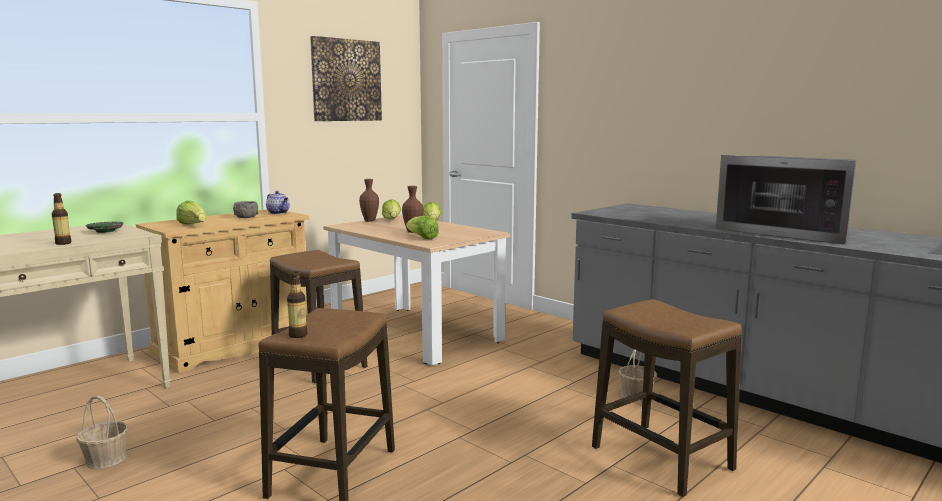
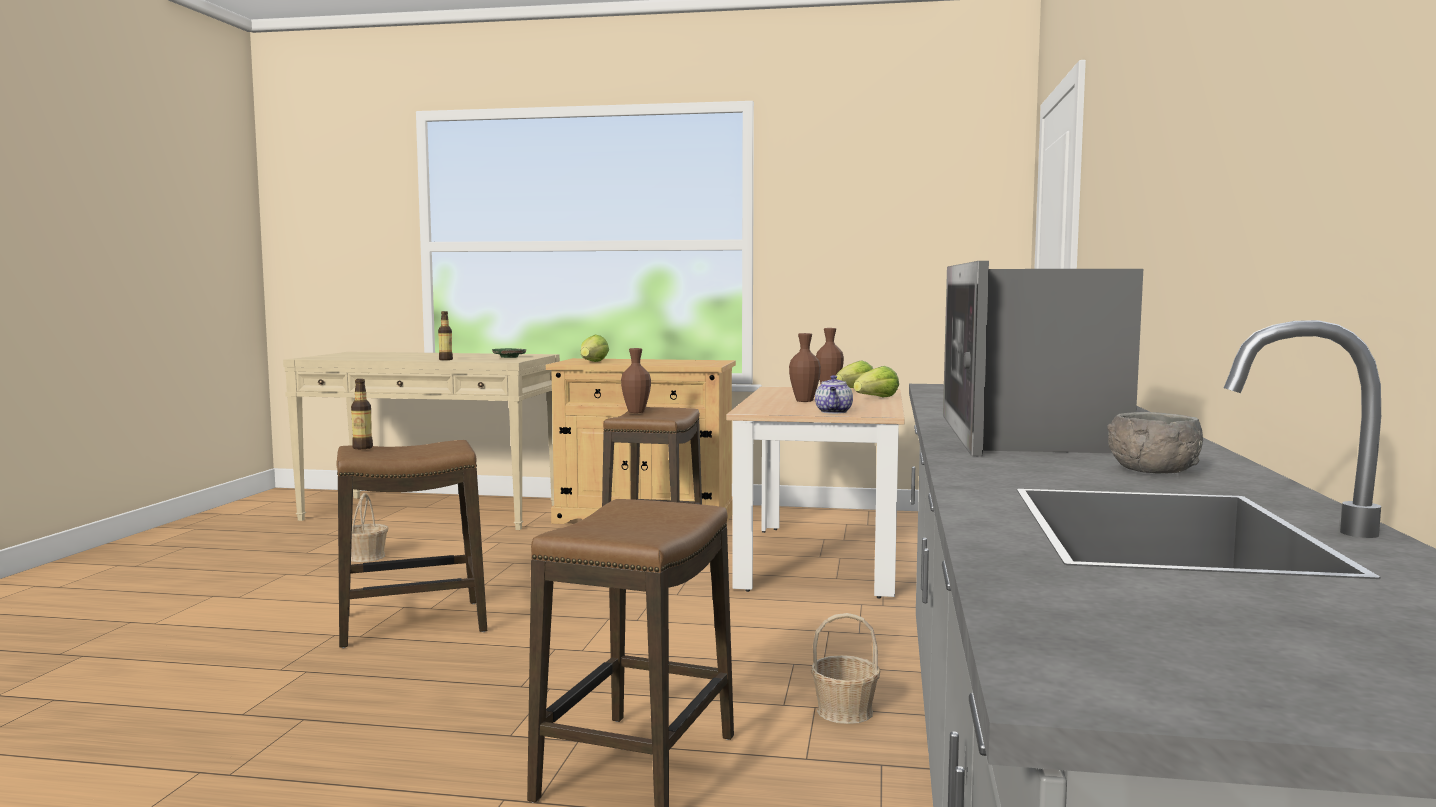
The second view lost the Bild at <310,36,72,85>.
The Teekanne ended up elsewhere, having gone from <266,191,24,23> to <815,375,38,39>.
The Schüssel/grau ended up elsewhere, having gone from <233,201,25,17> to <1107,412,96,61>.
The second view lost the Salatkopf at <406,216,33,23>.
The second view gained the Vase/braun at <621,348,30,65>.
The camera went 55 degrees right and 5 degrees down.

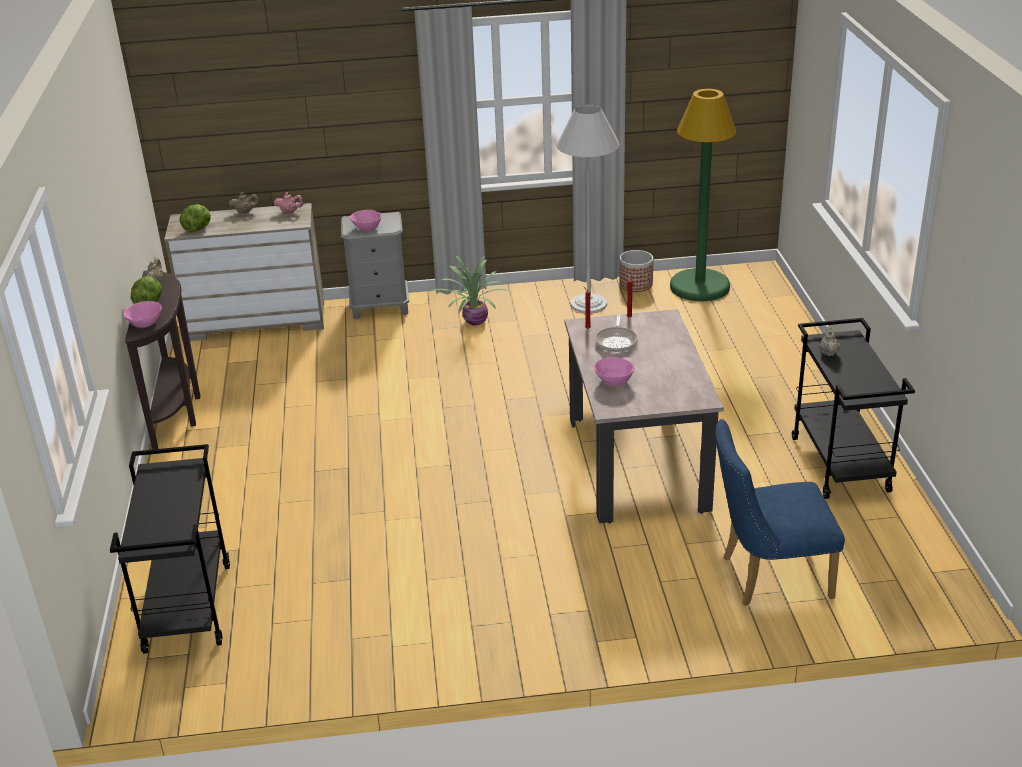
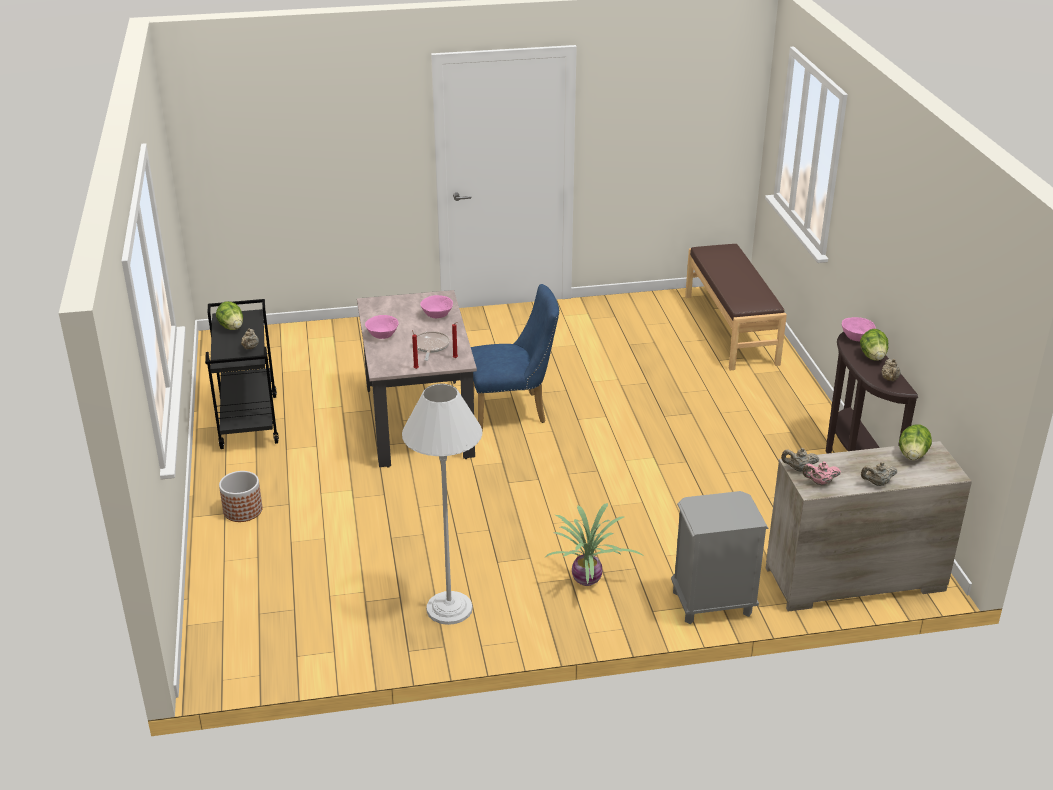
The second view lost the Stehlampe/grün at <670,89,66,212>.
The Schüssel/rosa ended up elsewhere, having gone from <350,210,32,21> to <365,315,33,24>.
The Pflanzkübel ended up elsewhere, having gone from <619,250,34,42> to <219,471,43,51>.
The Stuhl/blau ended up elsewhere, having gone from <715,419,130,187> to <471,284,88,147>.
Where the Rollwagen/schwarz stood at <110,444,120,210>, the Bank/braun came to stand at <685,244,102,126>.
The second view gained the Salatkopf at <216,301,27,29>.
The second view gained the Teekanne/beige at <781,448,38,24>.
The camera went 175 degrees right and 0 degrees up.

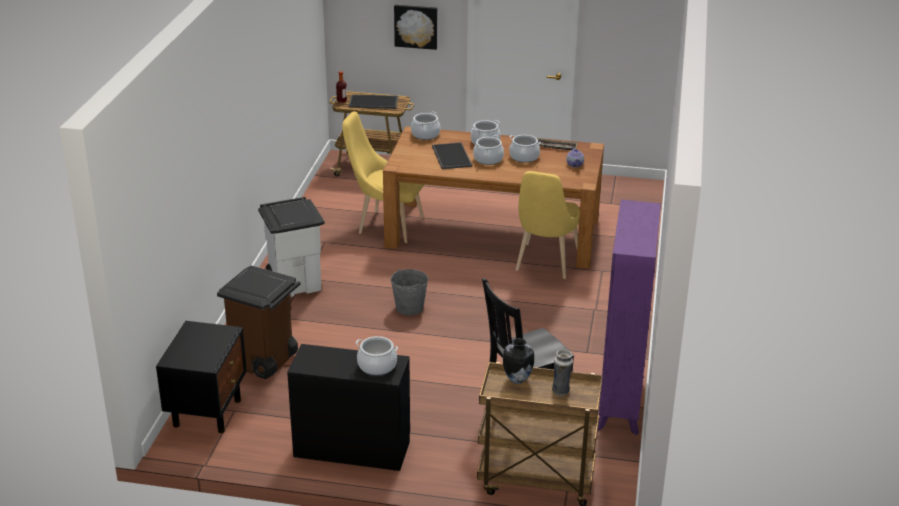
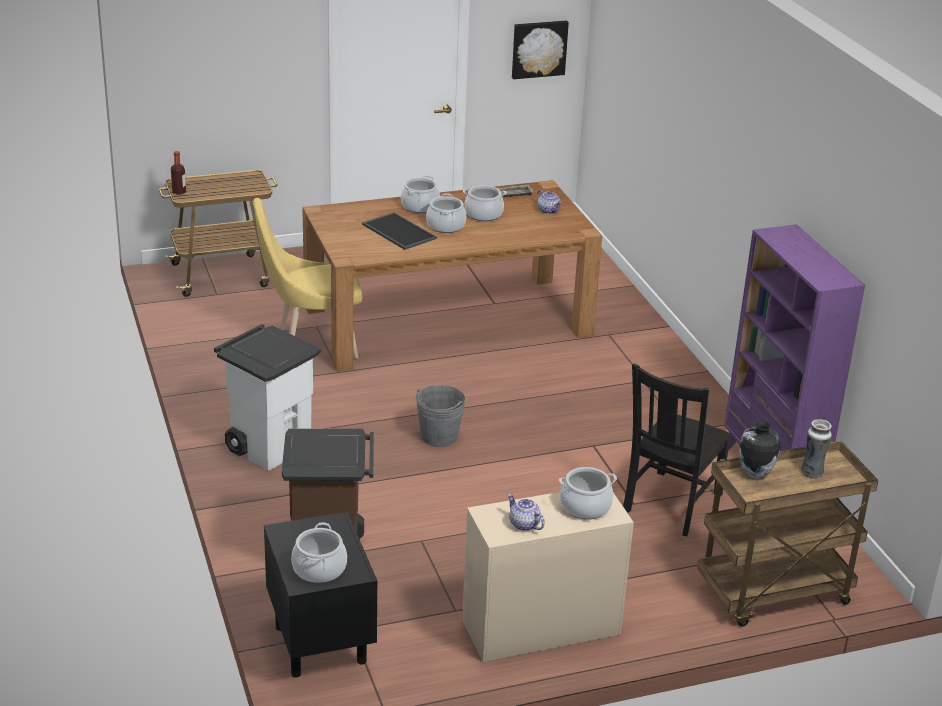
The Bild ended up elsewhere, having gone from <394,4,43,46> to <512,21,57,58>.
The second view lost the Tablett at <349,94,49,15>.
The Kochtopf ended up elsewhere, having gone from <411,112,29,28> to <291,523,56,60>.
The second view lost the Stuhl/gelb at <516,171,64,108>.
What was the Kommode/schwarz at <287,344,123,127> turned into the Kommode/beige at <463,492,171,170>.
The second view gained the Teekanne at <507,494,38,37>.
The camera went 30 degrees left and 0 degrees up.

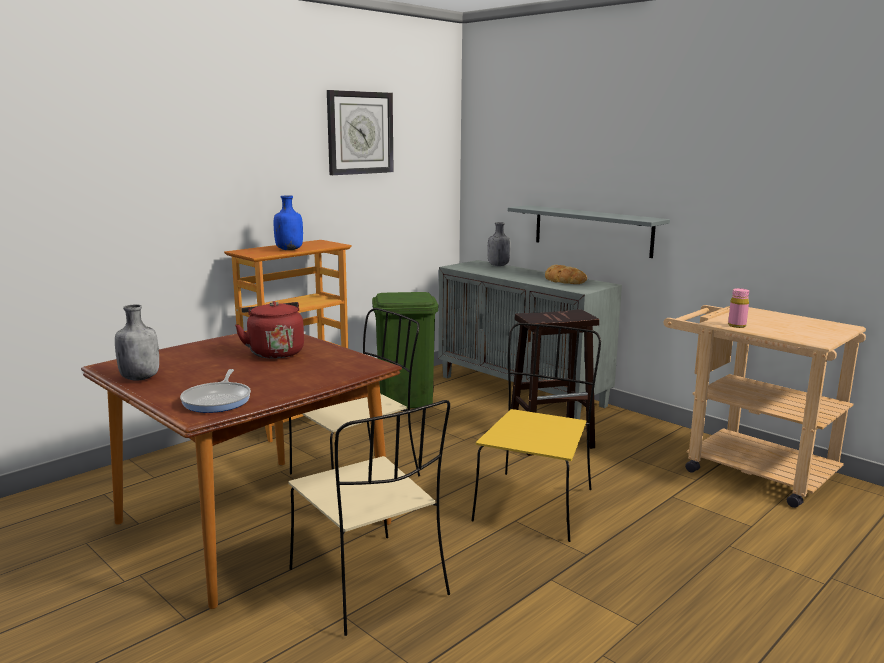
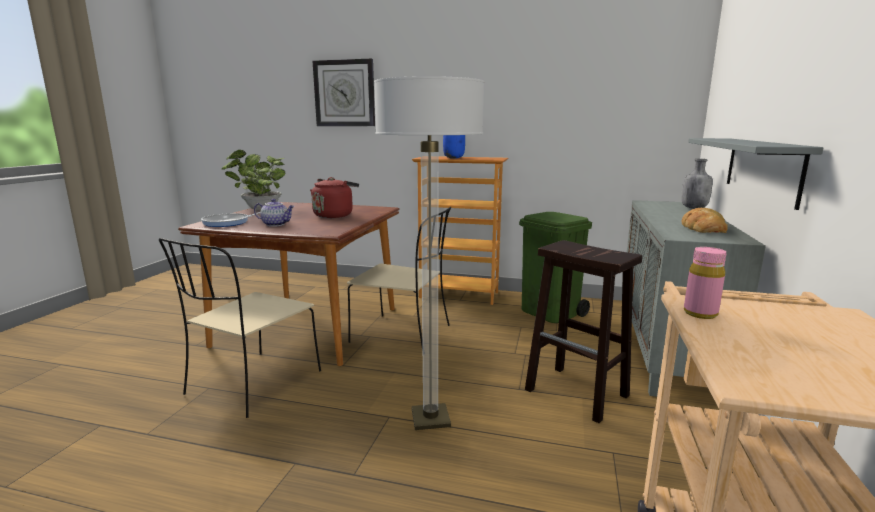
The Wanduhr ended up elsewhere, having gone from <327,90,67,85> to <313,59,62,67>.
Where the Flasche/grau stood at <115,304,44,76>, the Topfpflanze came to stand at <221,150,65,60>.
Where the Stuhl/gelb stood at <471,323,130,219>, the Stehlampe came to stand at <374,76,110,354>.
The second view gained the Teekanne at <254,199,41,28>.
The camera went 60 degrees right and 0 degrees up.

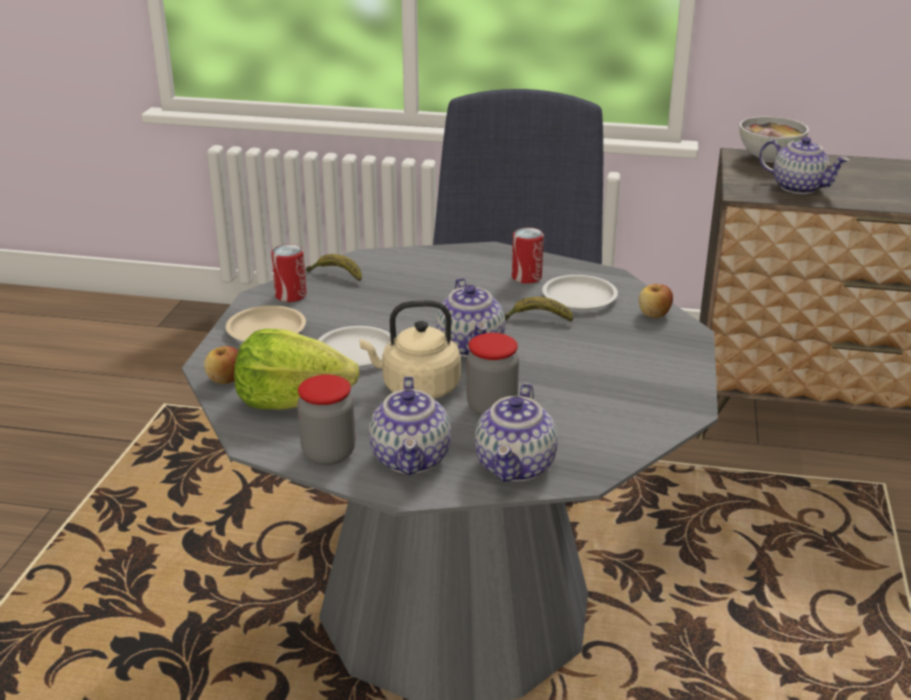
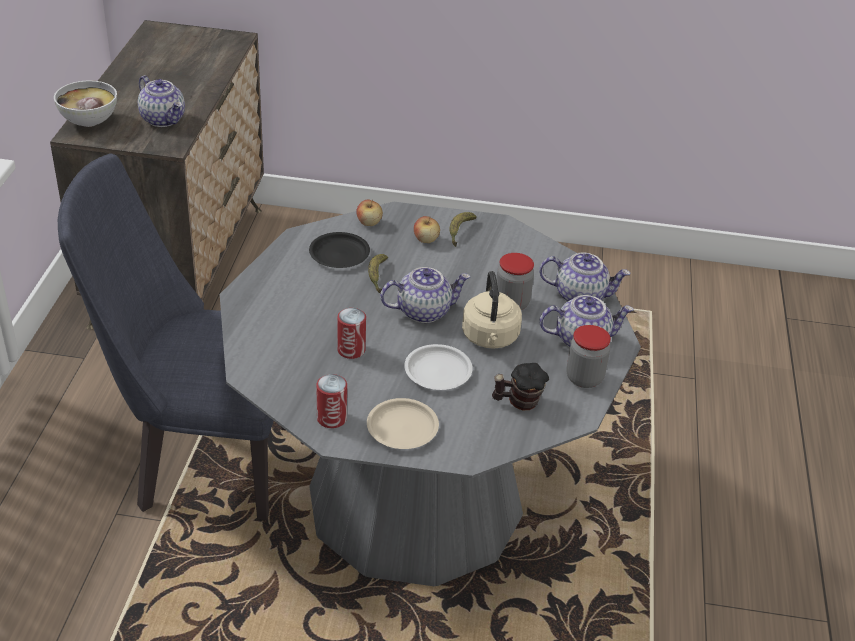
The Teekanne at <759,137,90,57> ended up facing another way, 105 degrees clockwise from before.
The Dose ended up elsewhere, having gone from <512,228,32,56> to <337,308,29,51>.
The Banane ended up elsewhere, having gone from <306,254,56,27> to <449,212,28,35>.
What was the Teller/weiß at <542,275,76,35> turned into the Teller/schwarz at <309,232,61,36>.
Where the Salatkopf stood at <234,329,125,80>, the Henkelbecher came to stand at <492,363,57,47>.
The Apfel ended up elsewhere, having gone from <204,346,34,38> to <414,216,26,27>.
The camera went 95 degrees left and 10 degrees up.

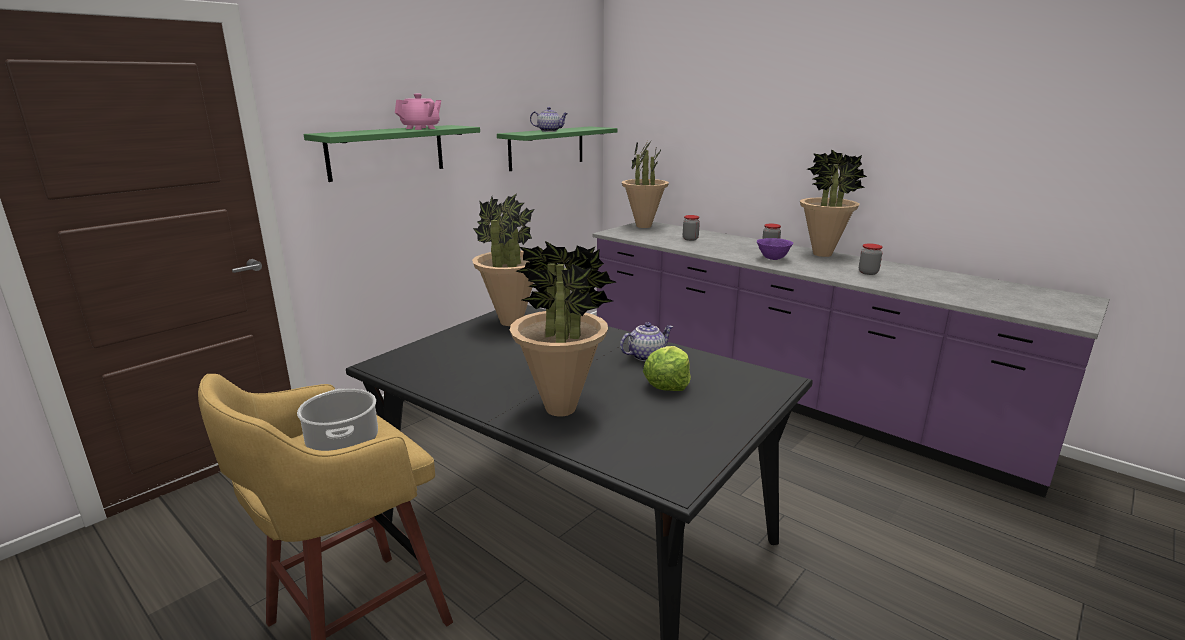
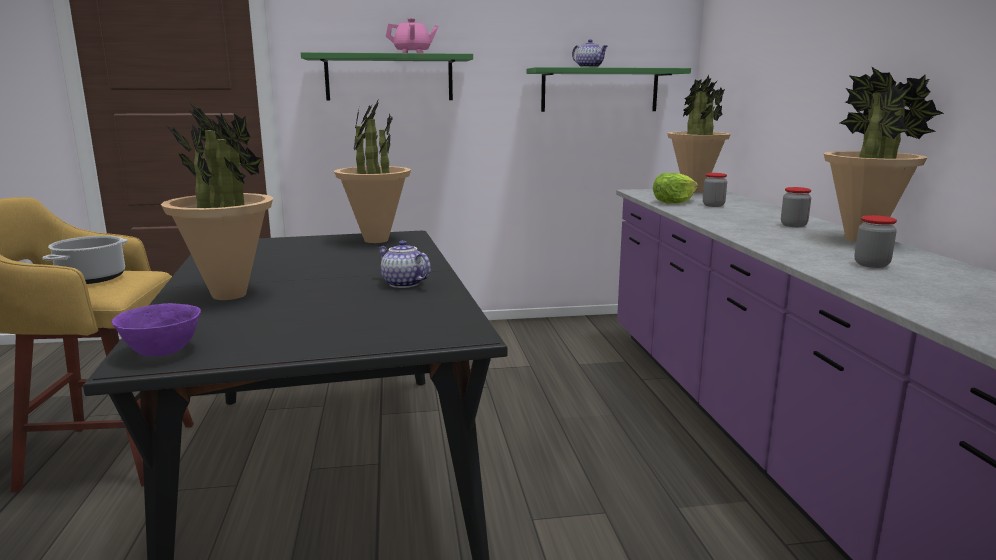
The Schüssel/lila ended up elsewhere, having gone from <757,238,36,22> to <111,303,90,53>.
The Teekanne at <620,322,53,40> ended up facing another way, 150 degrees counterclockwise from before.
The Salatkopf ended up elsewhere, having gone from <643,346,48,45> to <653,173,45,31>.
The camera went 40 degrees right and 5 degrees down.

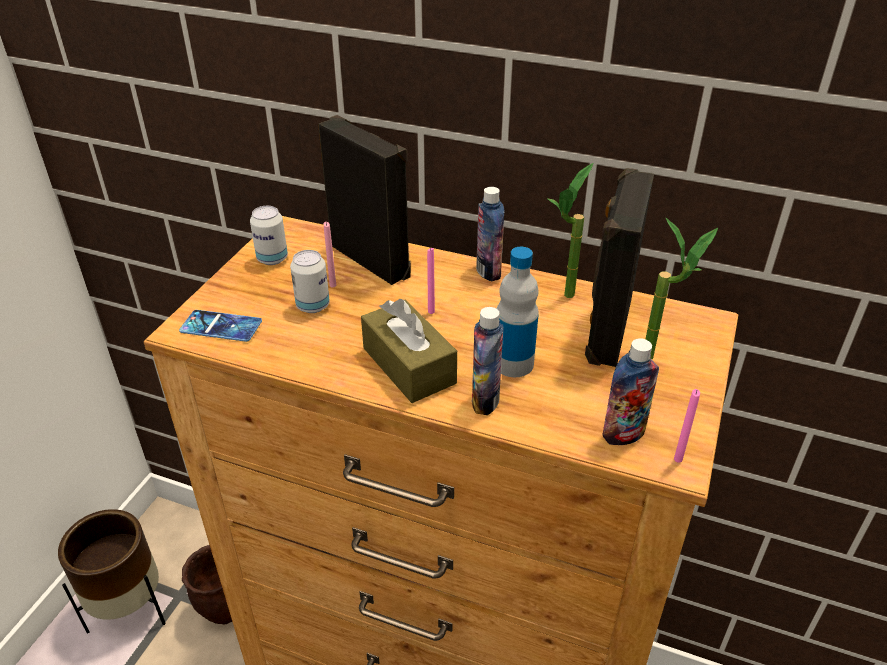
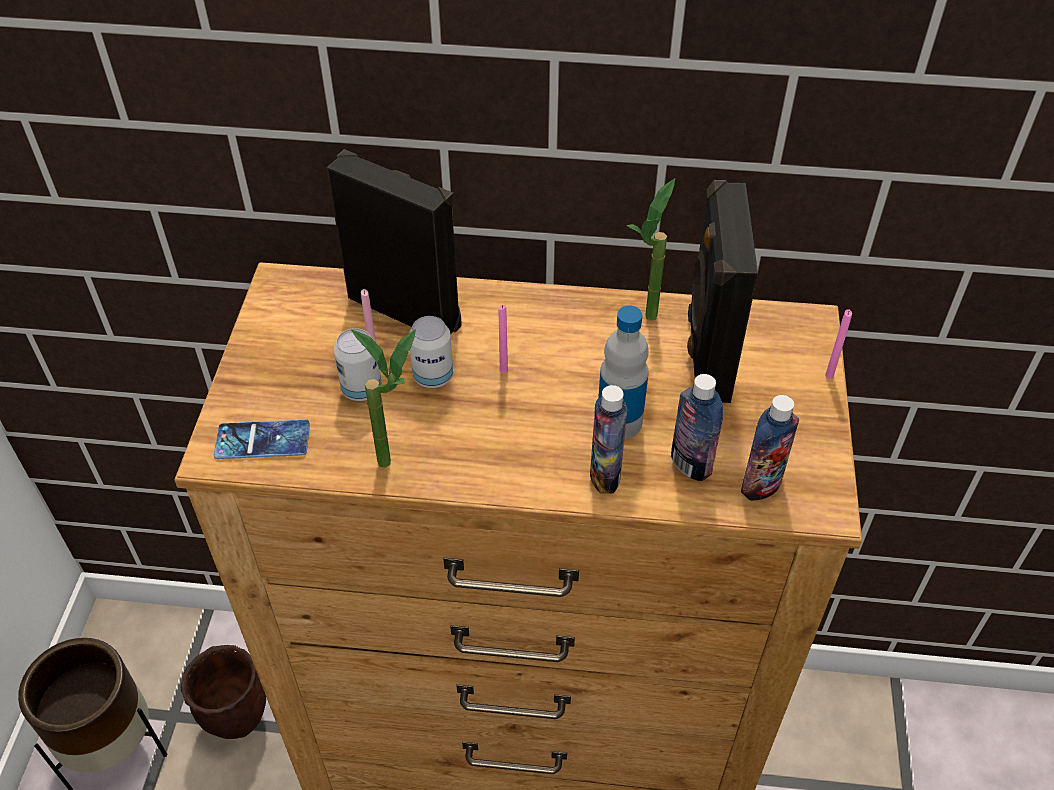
The Flasche ended up elsewhere, having gone from <476,187,28,94> to <671,374,52,107>.
The Dose ended up elsewhere, having gone from <250,206,38,59> to <409,316,44,72>.
The Topfpflanze ended up elsewhere, having gone from <646,217,72,142> to <351,329,65,139>.
The second view lost the Taschentuchbox/braun at <361,299,96,104>.
The Kerze/rosa ended up elsewhere, having gone from <674,389,26,74> to <825,309,27,70>.
The camera went 15 degrees left and 10 degrees up.

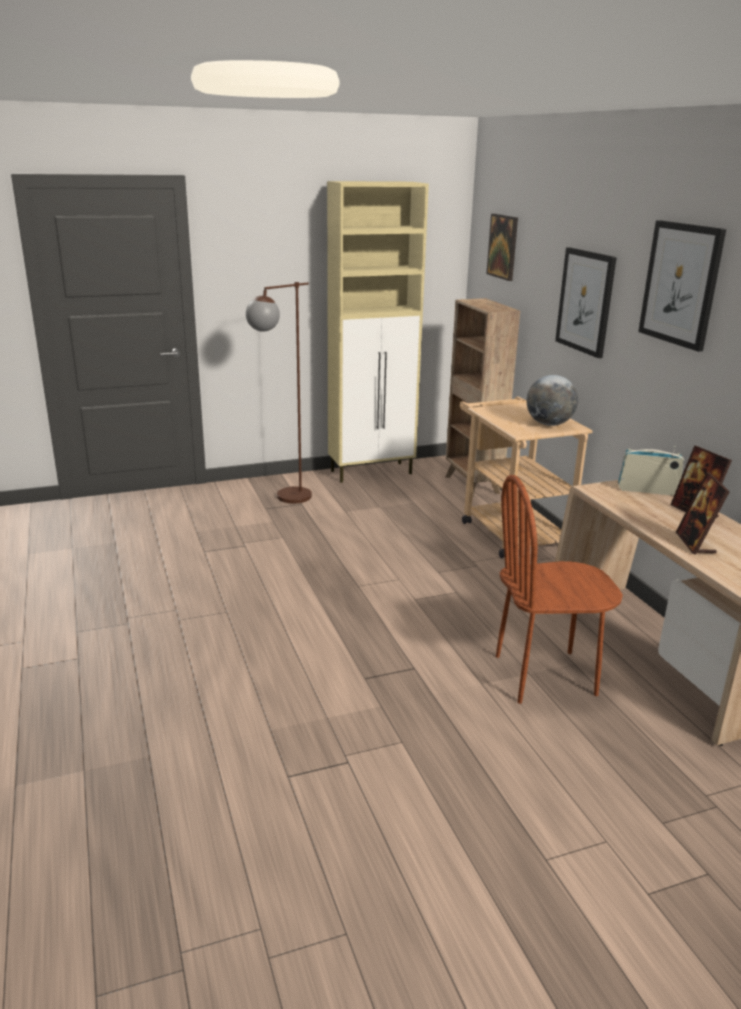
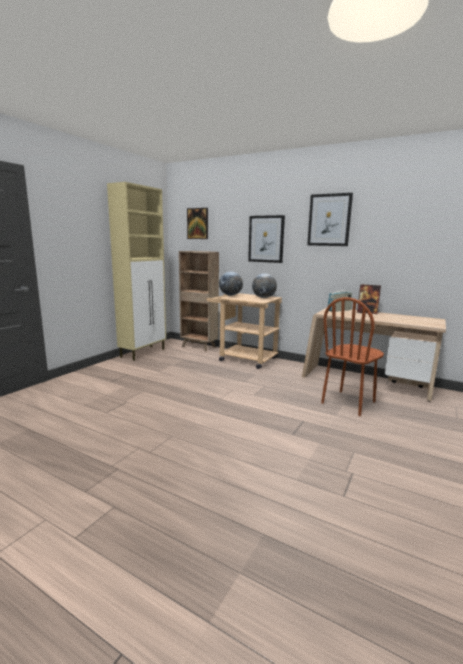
The second view lost the Stehlampe/braun at <246,282,66,221>.
The second view lost the Bilderrahmen at <676,472,54,83>.
The second view gained the Globus at <219,271,24,25>.
The camera went 40 degrees left and 10 degrees down.

